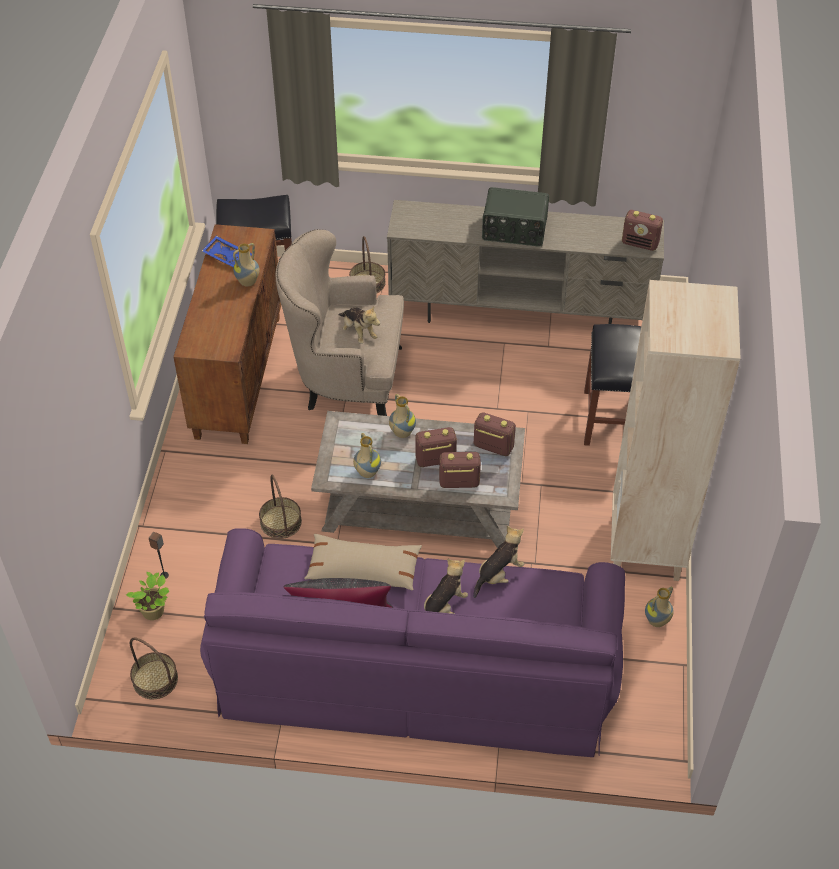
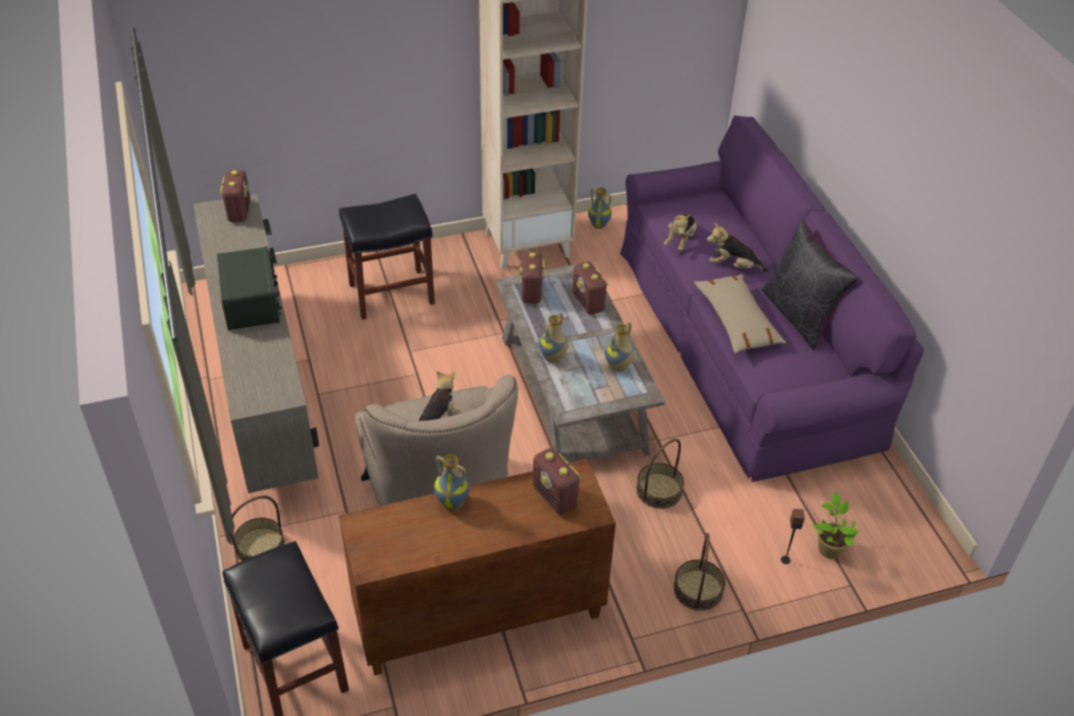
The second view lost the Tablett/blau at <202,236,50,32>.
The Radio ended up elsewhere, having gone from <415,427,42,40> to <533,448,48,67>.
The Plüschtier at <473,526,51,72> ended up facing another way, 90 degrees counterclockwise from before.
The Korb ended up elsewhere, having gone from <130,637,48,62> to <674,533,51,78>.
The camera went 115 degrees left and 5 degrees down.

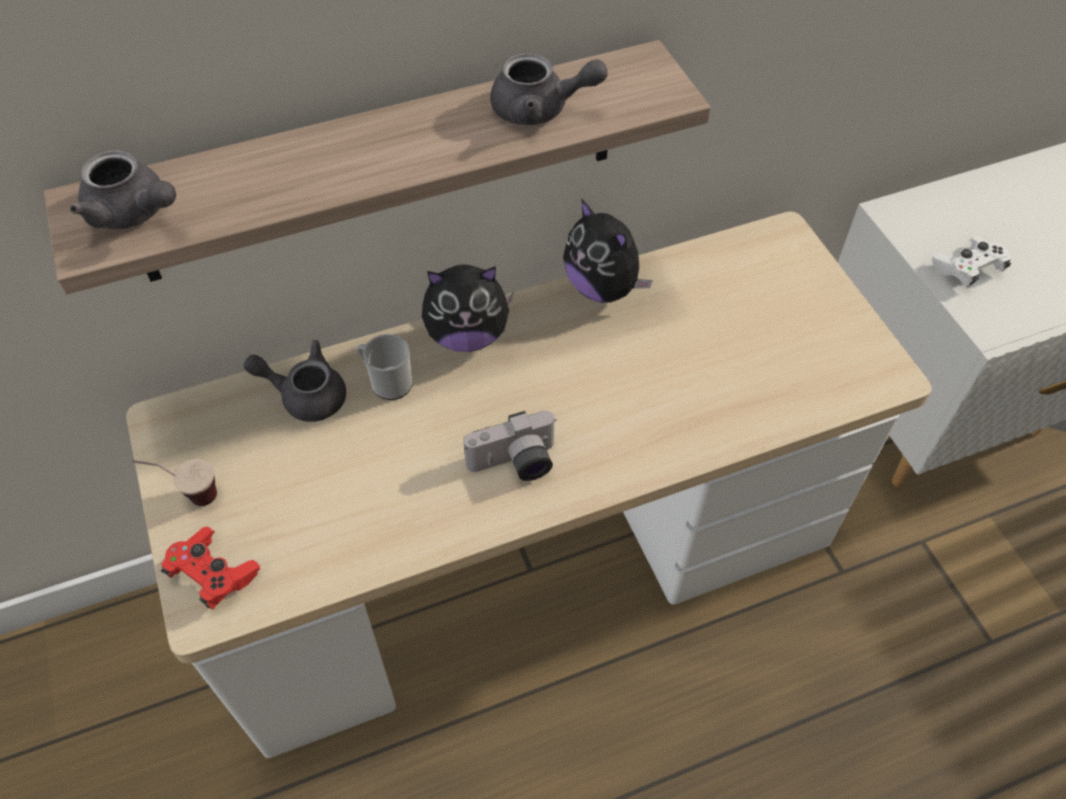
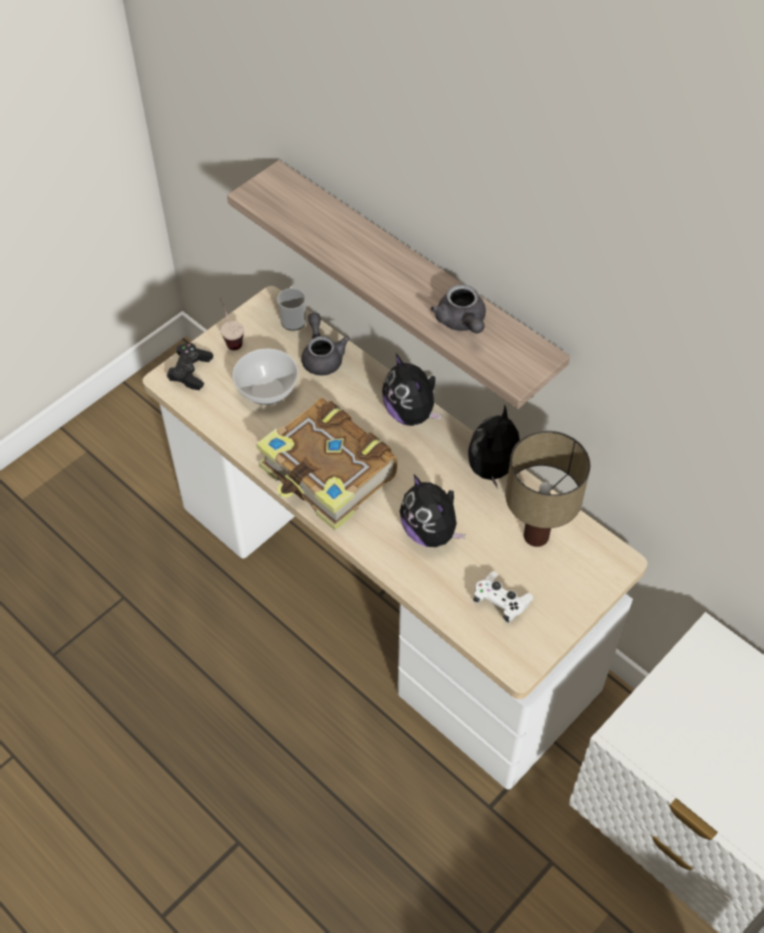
The second view lost the Teekanne/grau at <70,150,106,79>.
The Gamepad/weiß ended up elsewhere, having gone from <932,236,79,52> to <473,571,61,53>.
The Henkelbecher ended up elsewhere, having gone from <357,334,56,66> to <277,286,29,45>.
Where the Kamera stood at <463,411,94,70>, the Buch came to stand at <256,398,141,133>.
What was the Gamepad/rot at <161,527,99,82> turned into the Gamepad/schwarz at <166,343,47,47>.
The second view gained the Schüssel at <233,348,66,57>.
The second view gained the Tischlampe at <505,431,85,116>.
The second view gained the Plüschtier at <400,475,66,72>.
The camera went 65 degrees right and 0 degrees up.

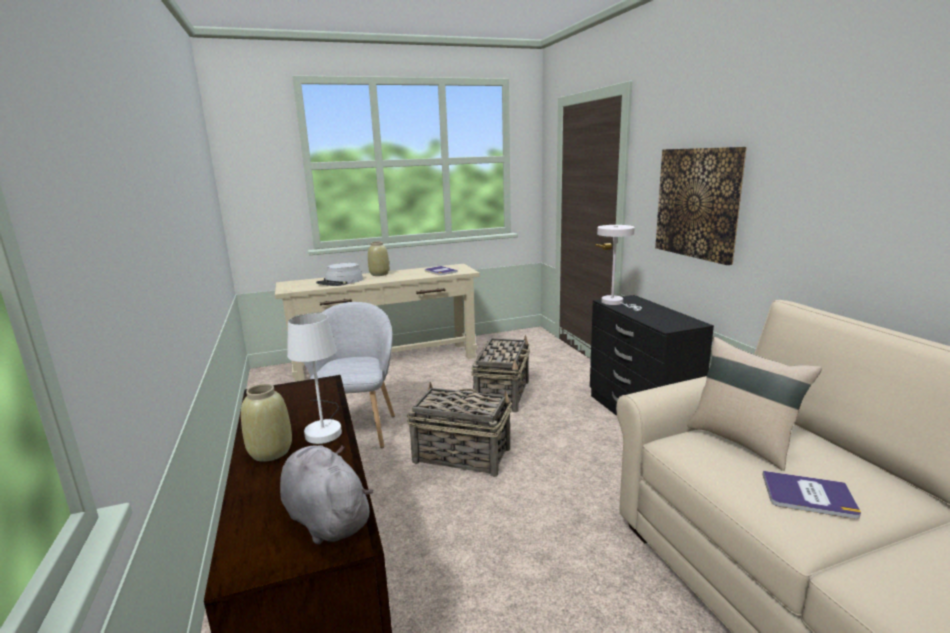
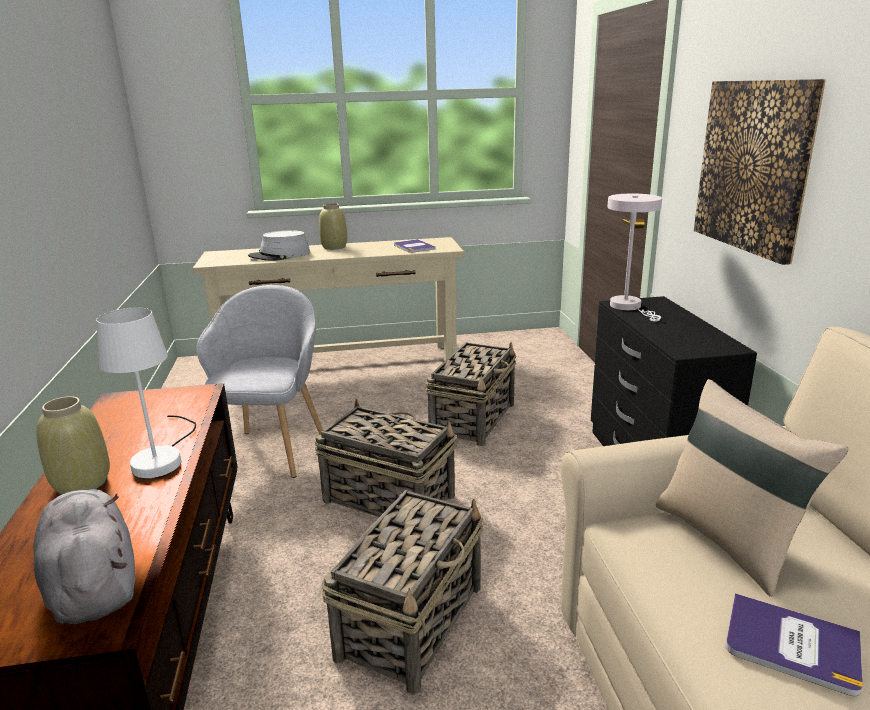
The second view gained the Korb at <321,490,162,205>.
The camera went 10 degrees right and 5 degrees up.

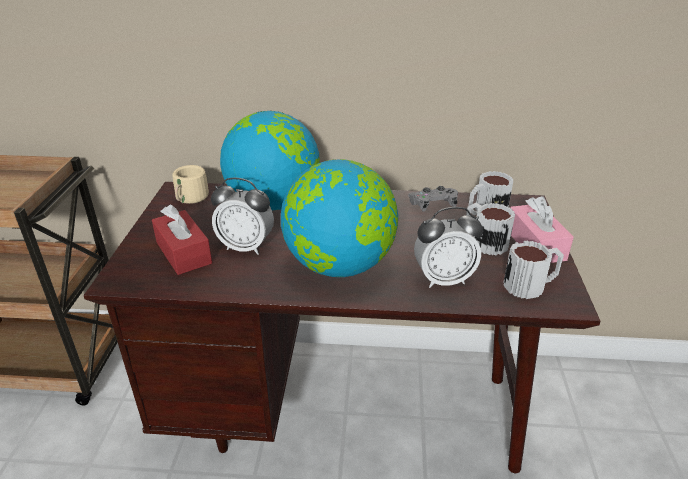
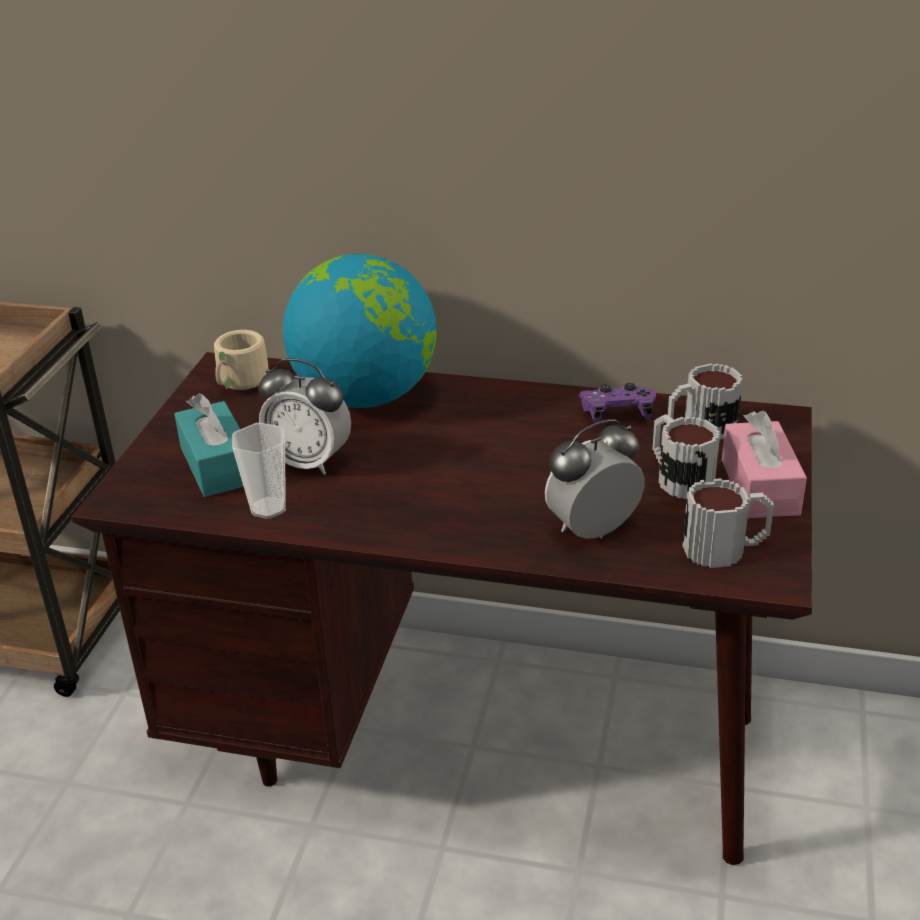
The second view lost the Globus at <281,159,117,118>.
What was the Gamepad/grau at <408,186,50,26> turned into the Gamepad/lila at <578,383,78,40>.
What was the Taschentuchbox/rot at <152,205,60,70> turned into the Taschentuchbox/türkis at <175,393,69,104>.
The Wecker at <414,207,69,81> ended up facing another way, 150 degrees clockwise from before.
The second view gained the Tasse at <232,423,54,96>.
The camera went 10 degrees right and 0 degrees up.

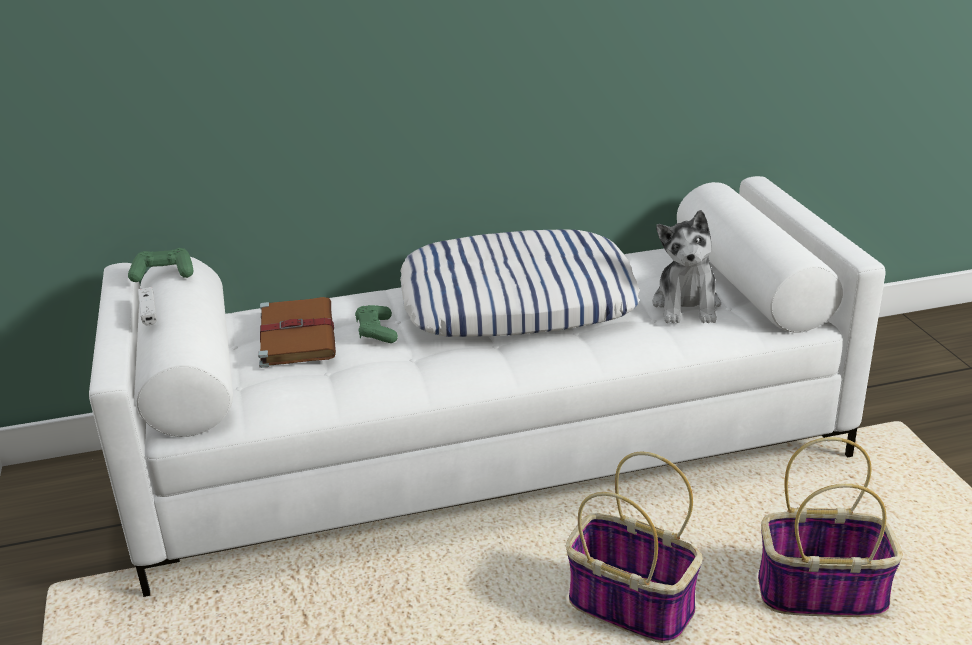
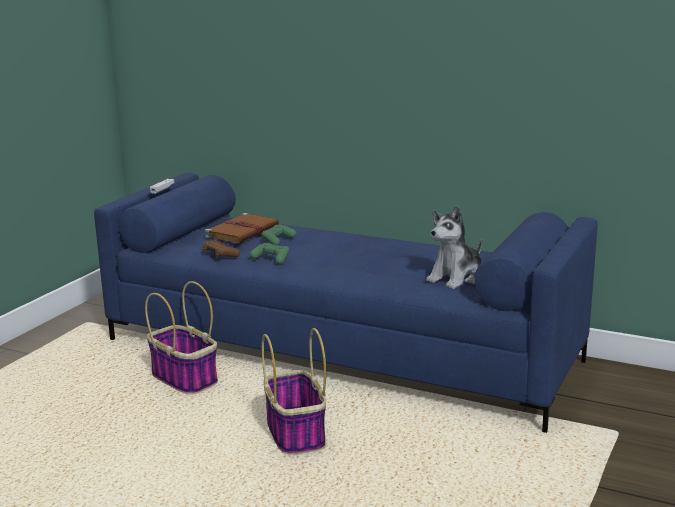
What was the Sofa/weiß at <89,176,796,421> turned into the Sofa/blau at <94,173,504,260>.
The second view lost the Kissen at <400,229,240,108>.
The Gamepad/grün ended up elsewhere, having gone from <128,248,66,34> to <250,243,40,22>.
The Korb ended up elsewhere, having gone from <758,437,145,180> to <145,281,73,113>.
The second view gained the Gamepad/braun at <203,240,37,17>.
The camera went 40 degrees right and 10 degrees down.

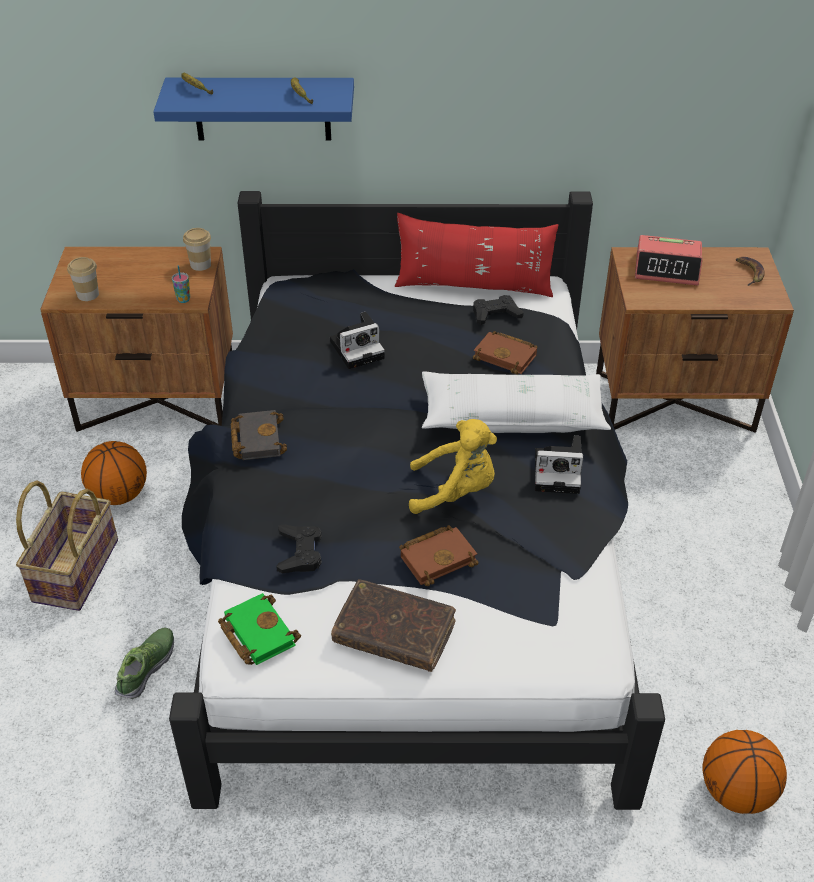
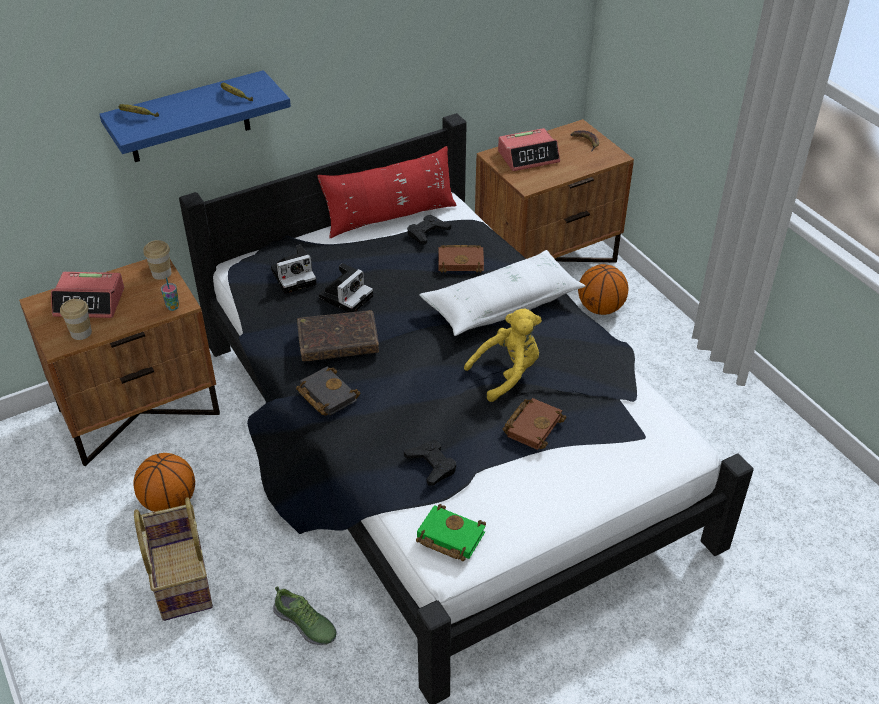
The Kamera ended up elsewhere, having gone from <535,436,48,58> to <271,245,46,49>.
The Buch/braun ended up elsewhere, having gone from <331,579,125,93> to <297,310,82,51>.
The Schuh at <115,628,59,71> ended up facing another way, 135 degrees clockwise from before.
The Basketball ended up elsewhere, having gone from <702,730,85,84> to <578,264,51,51>.
The second view gained the Wecker at <51,272,73,46>.
The camera went 30 degrees left and 0 degrees up.

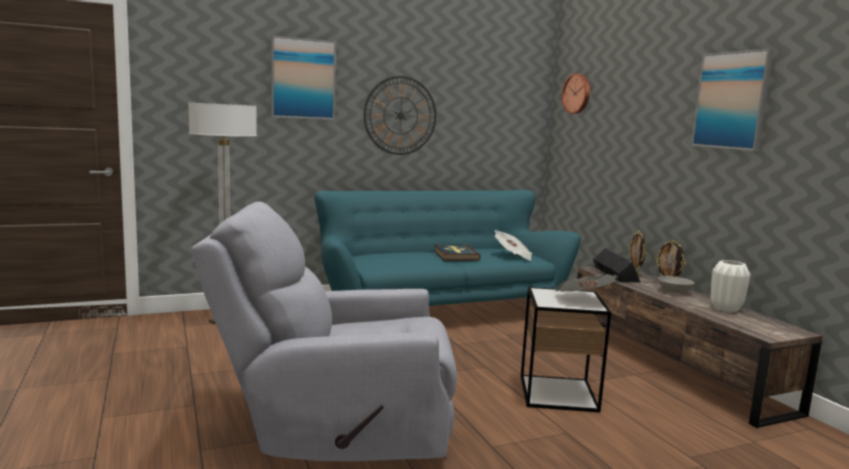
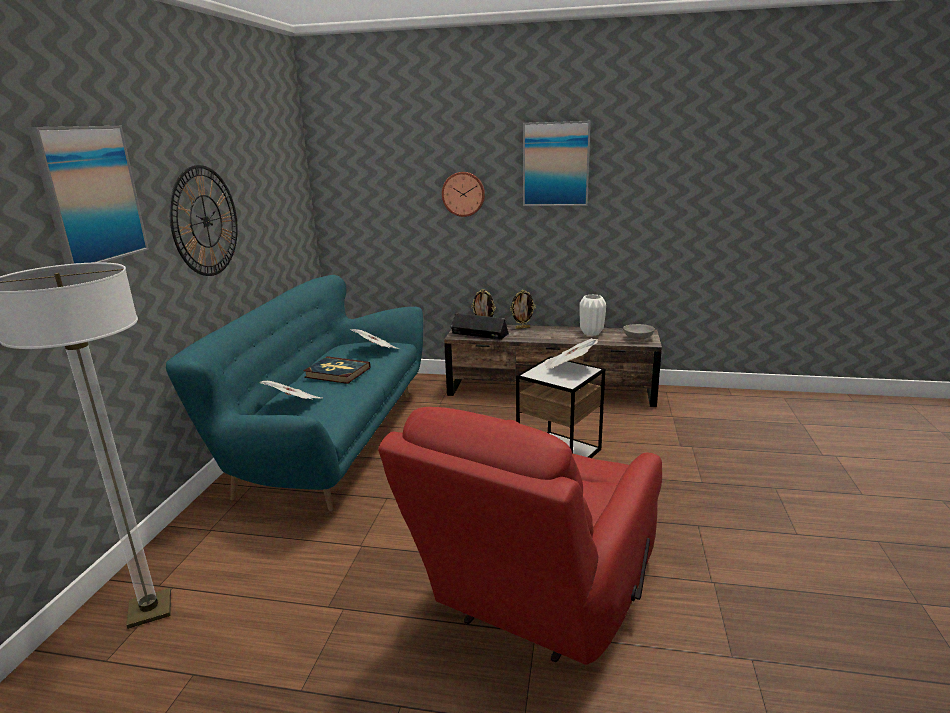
The Wanduhr ended up elsewhere, having gone from <562,74,28,40> to <442,172,43,45>.
What was the Sessel/grau at <191,202,266,259> turned into the Sessel/rot at <378,407,284,258>.
The Schüssel/grau ended up elsewhere, having gone from <658,276,37,17> to <623,324,32,16>.
The second view gained the Zeitung at <260,381,61,18>.
The camera went 55 degrees left and 10 degrees up.

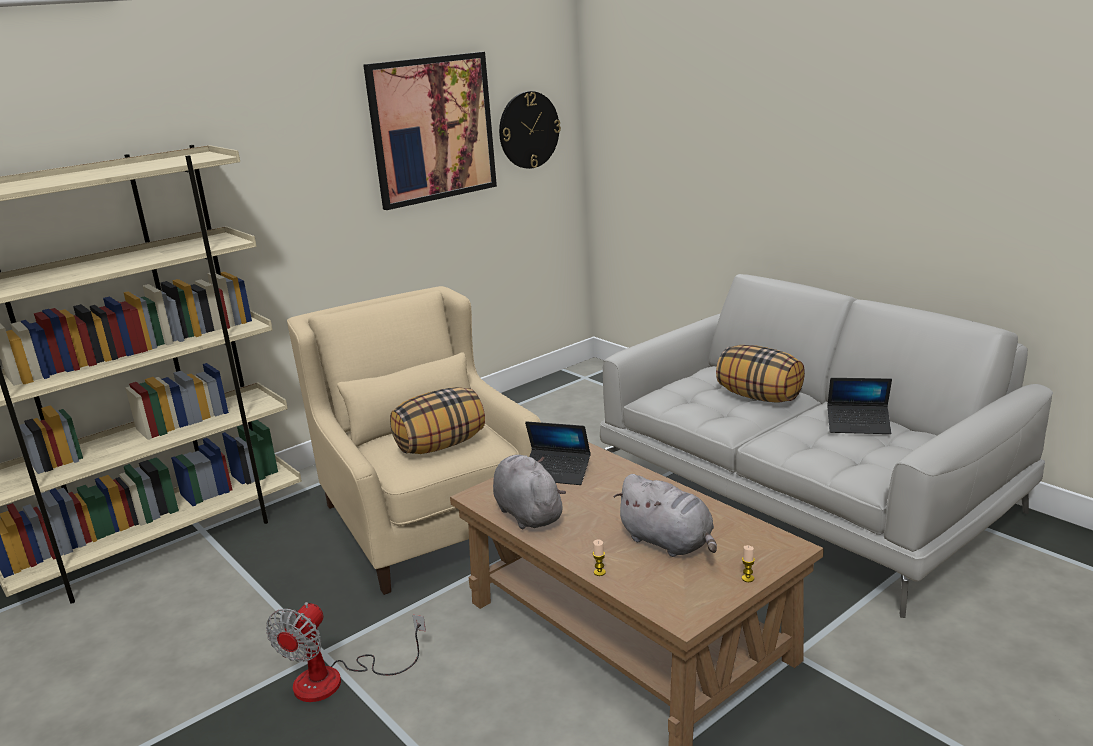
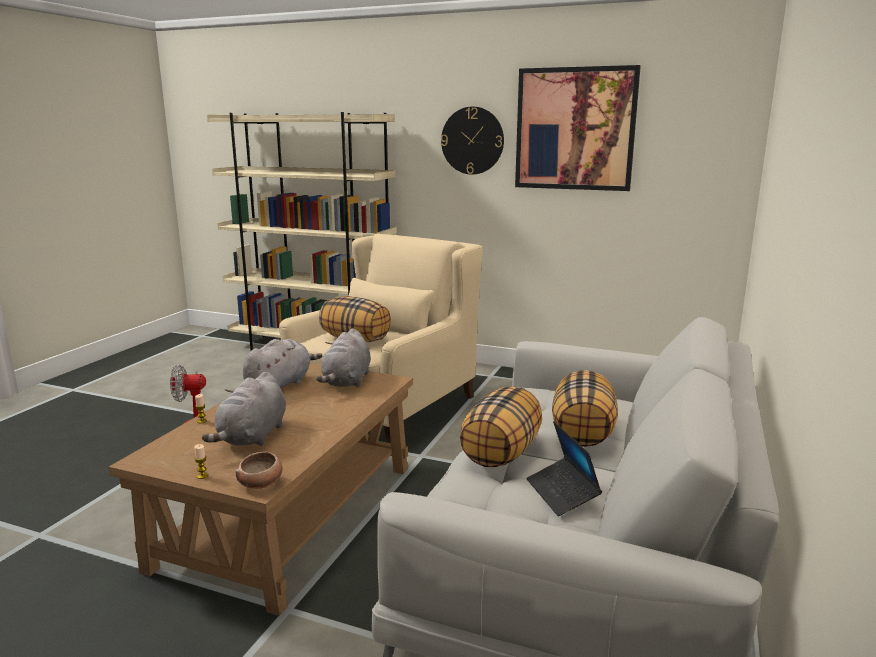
The Wanduhr ended up elsewhere, having gone from <499,91,62,78> to <441,107,63,68>.
Where the Laptop stood at <525,421,66,64>, the Plüschtier/grau came to stand at <316,328,55,59>.
The second view gained the Kissen at <460,387,82,80>.
The second view gained the Schüssel at <236,452,47,37>.
The camera went 60 degrees right and 5 degrees down.

